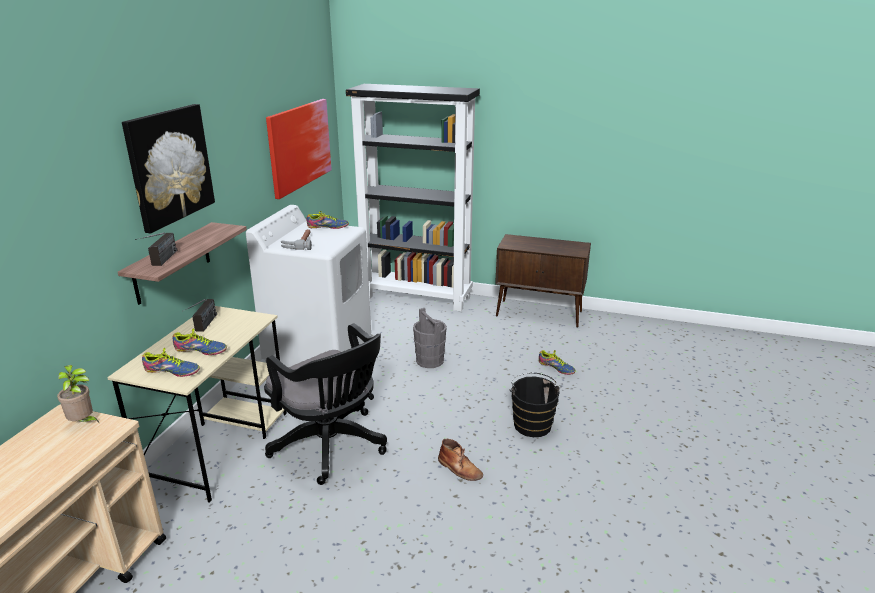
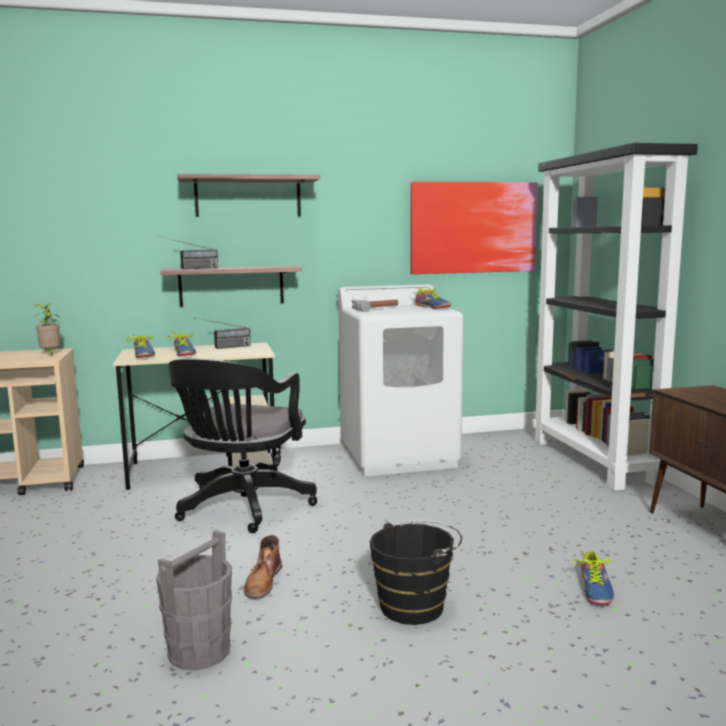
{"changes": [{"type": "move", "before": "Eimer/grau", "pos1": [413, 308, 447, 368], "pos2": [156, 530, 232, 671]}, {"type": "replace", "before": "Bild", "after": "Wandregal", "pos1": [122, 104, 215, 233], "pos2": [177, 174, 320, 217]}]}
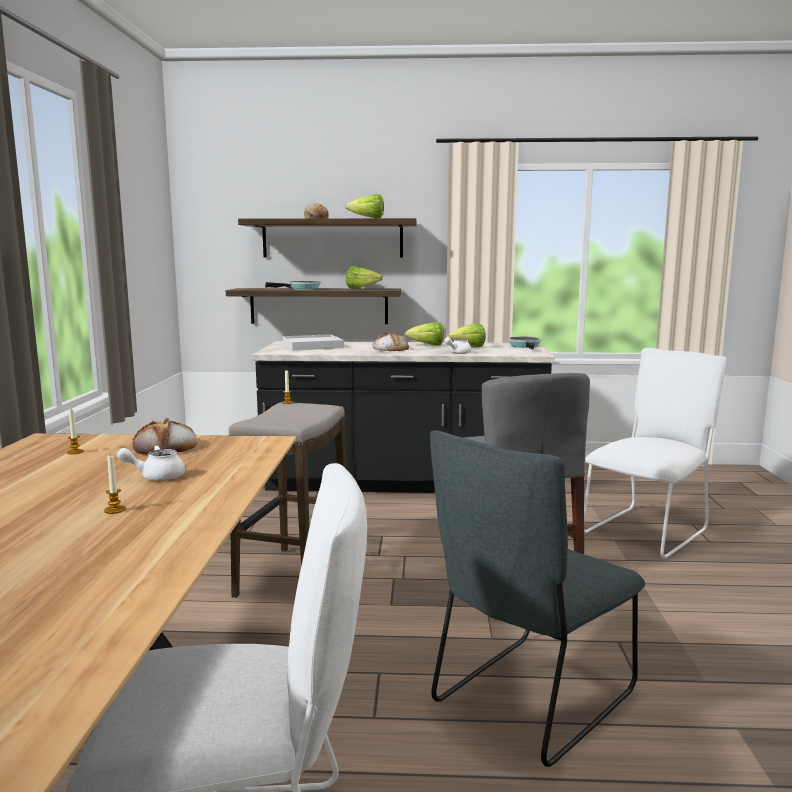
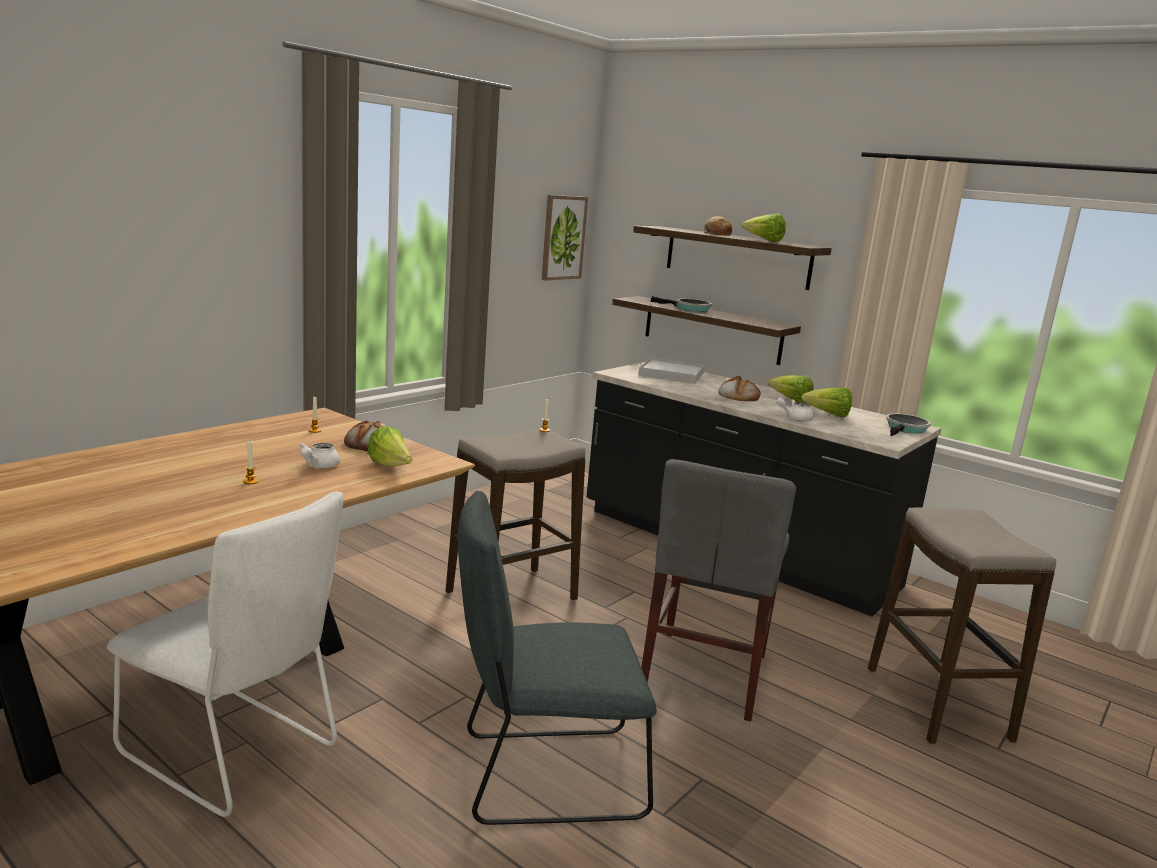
{"changes": [{"type": "rotate", "before": "Teekanne/weiß", "pos1": [117, 445, 185, 480], "pos2": [300, 443, 340, 468], "turn": -90}, {"type": "move", "before": "Salatkopf", "pos1": [346, 266, 383, 289], "pos2": [367, 426, 412, 466]}, {"type": "insert", "after": "Bild", "pos2": [542, 195, 588, 280]}, {"type": "replace", "before": "Stuhl/weiß", "after": "Hocker", "pos1": [584, 348, 726, 559], "pos2": [868, 507, 1056, 744]}]}
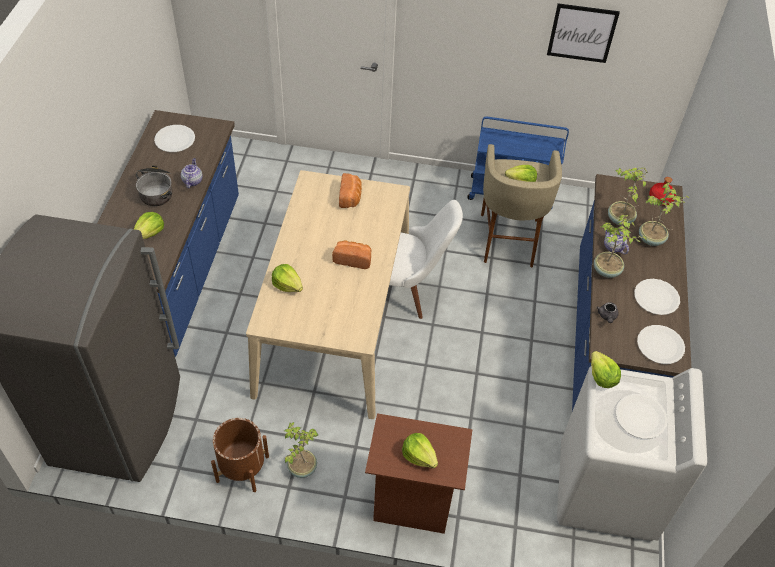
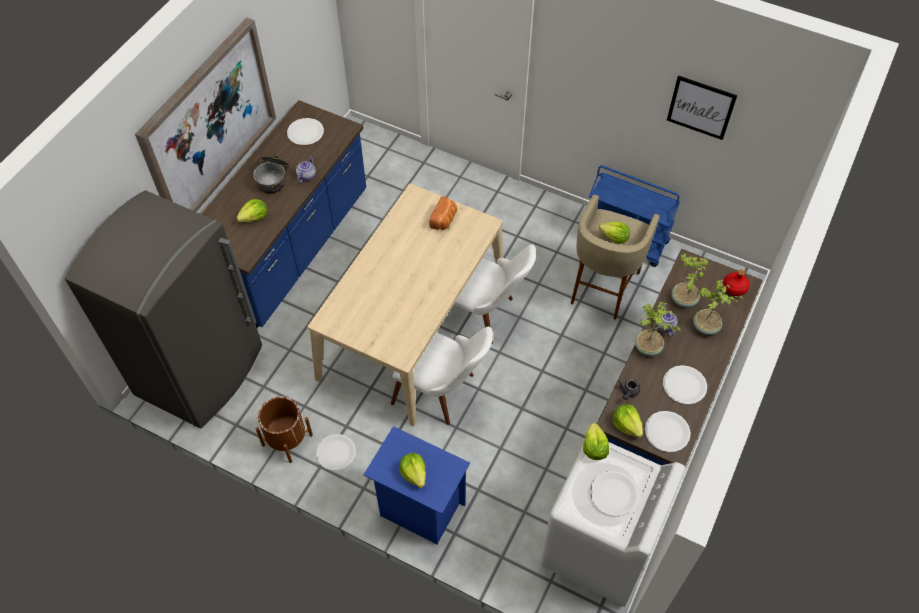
{"changes": [{"type": "insert", "after": "Bild", "pos2": [135, 17, 276, 212]}, {"type": "replace", "before": "Topfpflanze", "after": "Teller/weiß", "pos1": [284, 422, 318, 478], "pos2": [316, 434, 356, 471]}, {"type": "recolor", "before": "Nachttisch/braun", "after": "Nachttisch/blau", "pos1": [365, 413, 473, 534], "pos2": [363, 426, 470, 544]}, {"type": "insert", "after": "Stuhl/weiß", "pos2": [391, 327, 493, 425]}, {"type": "move", "before": "Salatkopf", "pos1": [272, 264, 303, 292], "pos2": [613, 404, 643, 438]}, {"type": "delete", "before": "Brot", "pos1": [332, 240, 371, 269]}]}
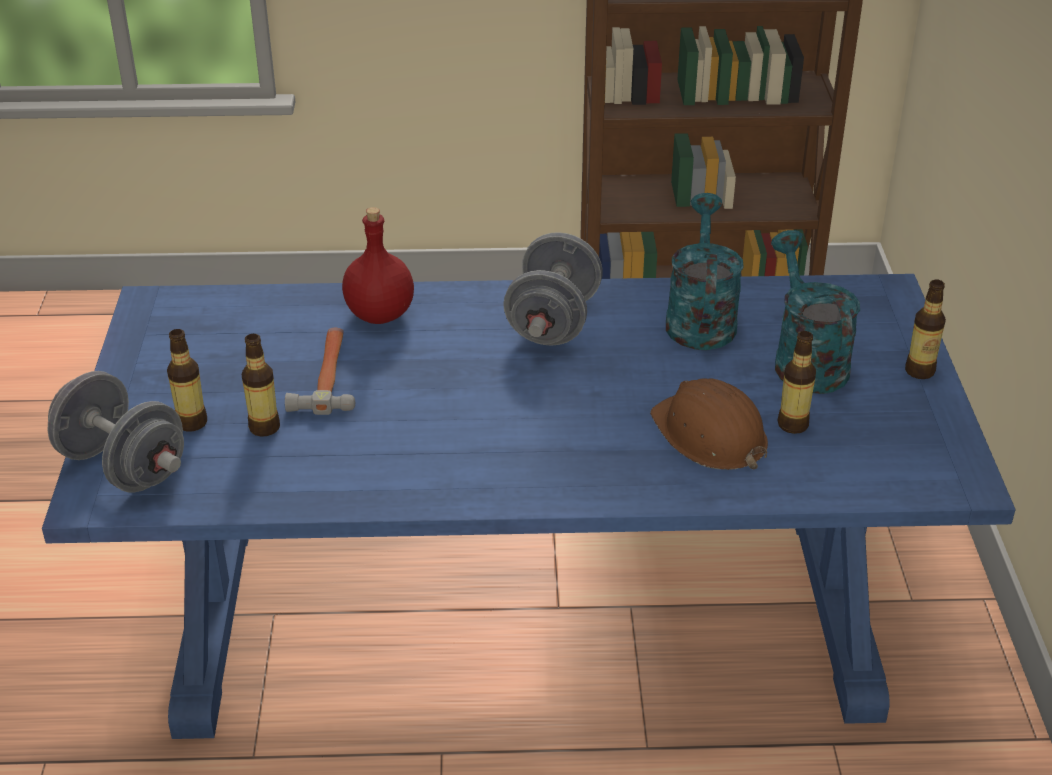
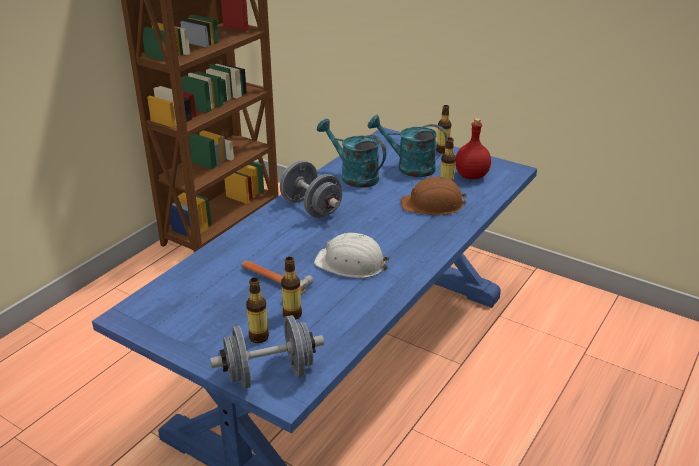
{"changes": [{"type": "insert", "after": "Schutzhelm/weiß", "pos2": [314, 233, 390, 278]}, {"type": "move", "before": "Flasche/rot", "pos1": [342, 207, 414, 324], "pos2": [455, 118, 491, 179]}]}
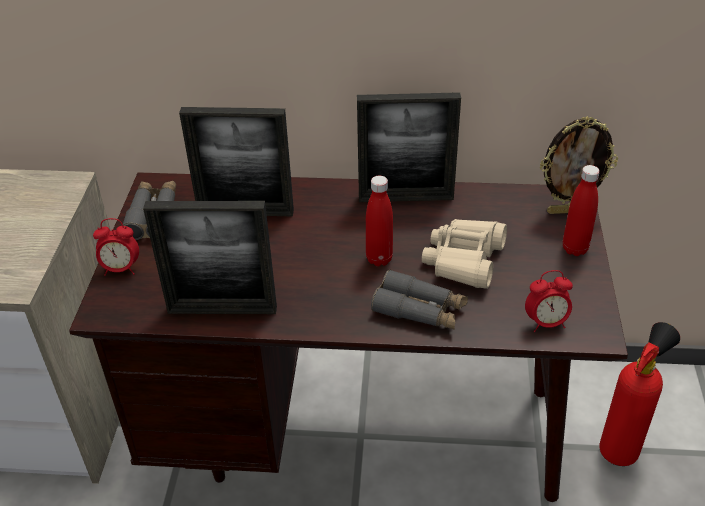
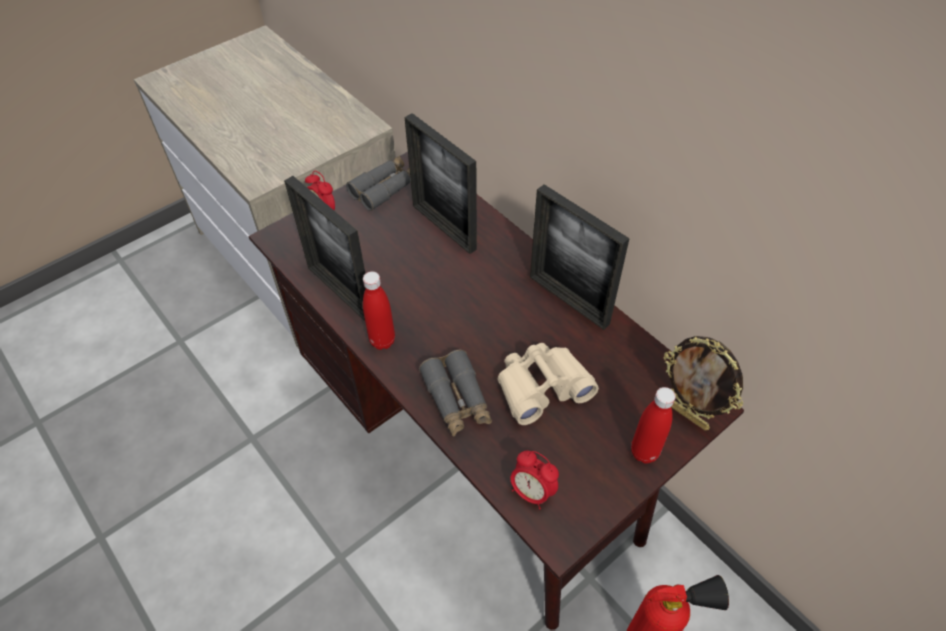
{"changes": [{"type": "move", "before": "Flasche/rot", "pos1": [366, 176, 393, 266], "pos2": [363, 271, 395, 350]}]}
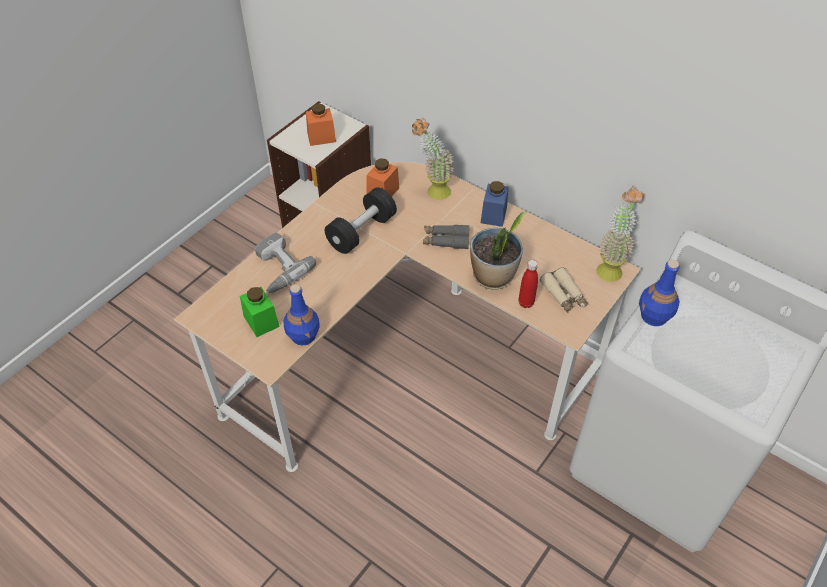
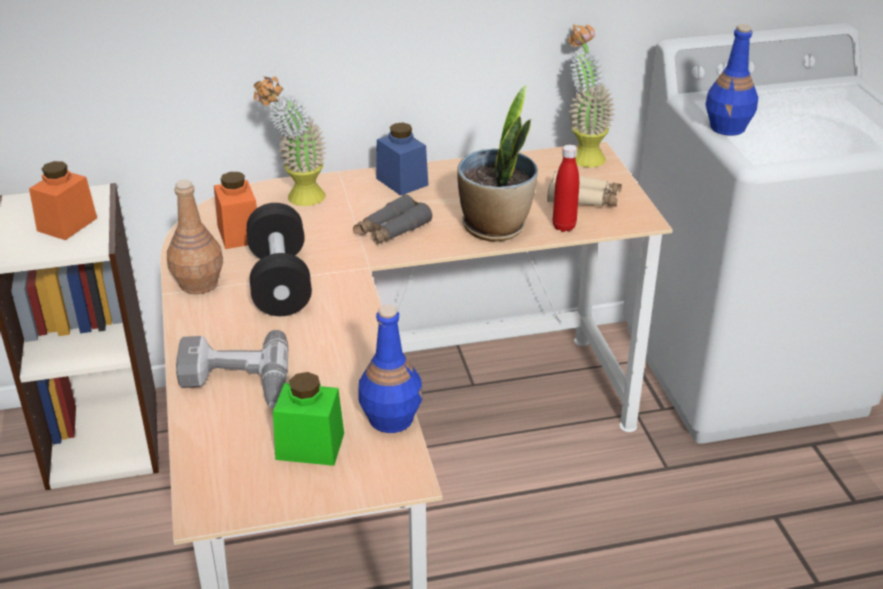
{"changes": [{"type": "insert", "after": "Flasche/braun", "pos2": [167, 179, 223, 294]}]}
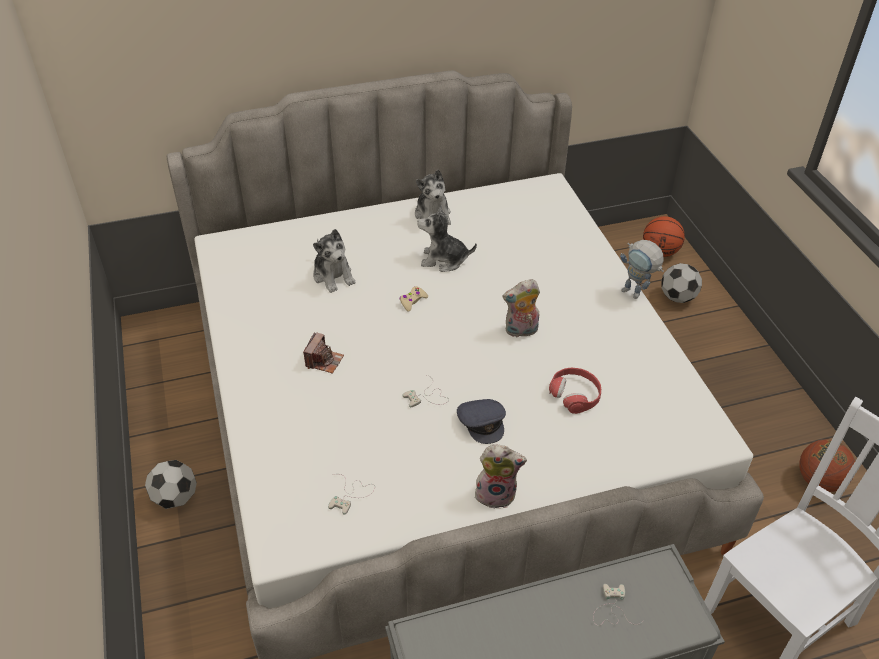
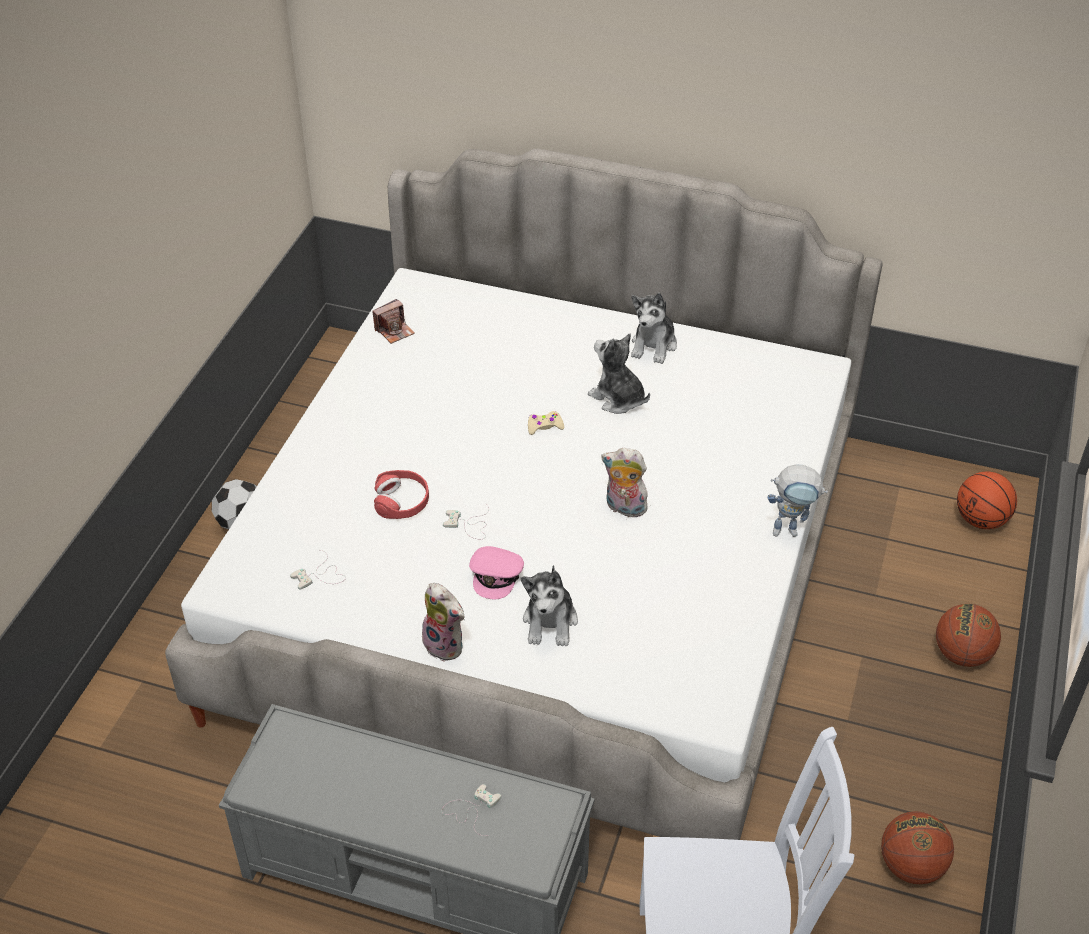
{"changes": [{"type": "move", "before": "Kamera", "pos1": [303, 332, 344, 374], "pos2": [372, 299, 415, 344]}, {"type": "move", "before": "Kopfhörer/rot", "pos1": [549, 368, 601, 414], "pos2": [374, 470, 429, 519]}, {"type": "recolor", "before": "Kappe/grau", "after": "Kappe/rosa", "pos1": [457, 399, 506, 444], "pos2": [469, 546, 524, 600]}, {"type": "move", "before": "Plüschtier", "pos1": [313, 229, 356, 293], "pos2": [521, 565, 578, 646]}, {"type": "rotate", "before": "Spielzeugroboter", "pos1": [620, 240, 664, 299], "pos2": [768, 464, 828, 537], "turn": -75}, {"type": "insert", "after": "Basketball", "pos2": [936, 604, 1001, 667]}, {"type": "delete", "before": "Fußball", "pos1": [661, 263, 702, 303]}]}
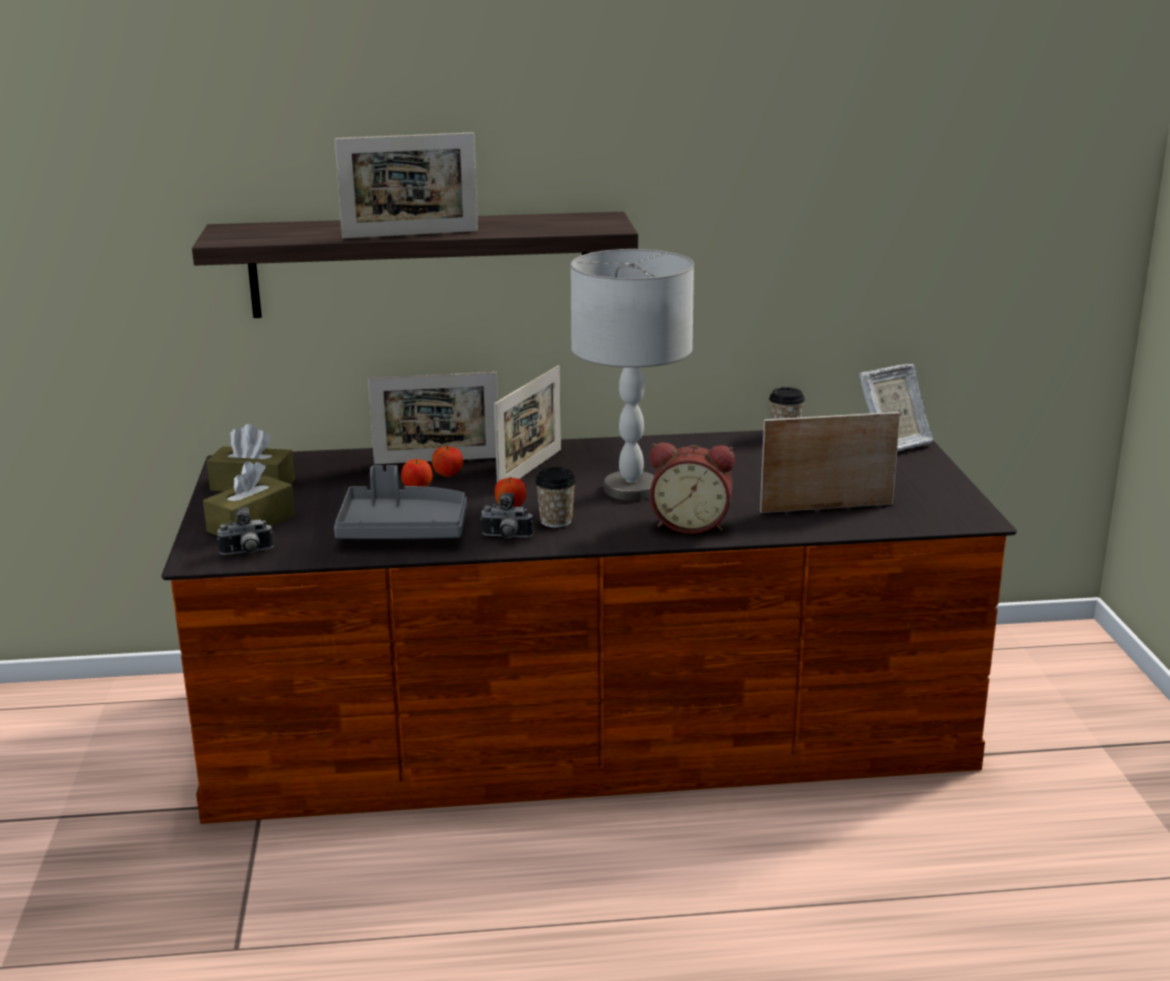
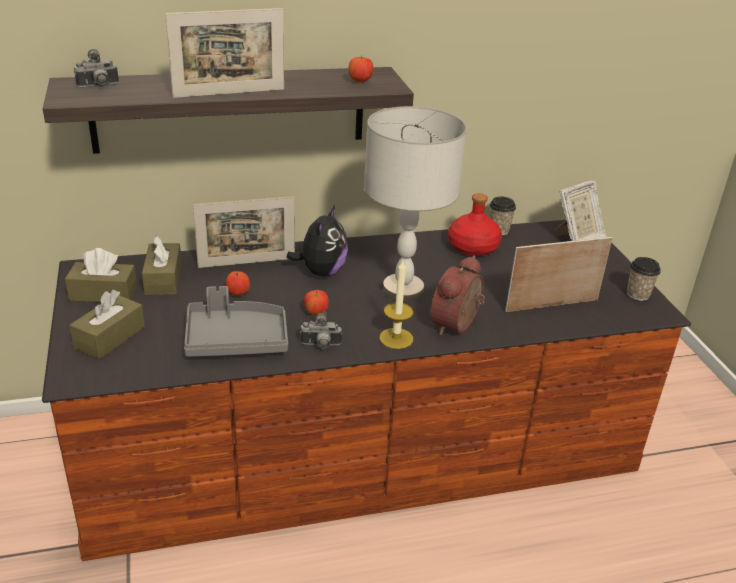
{"changes": [{"type": "move", "before": "Kamera", "pos1": [217, 507, 274, 555], "pos2": [74, 49, 119, 88]}, {"type": "insert", "after": "Taschentuchbox/braun", "pos2": [142, 235, 182, 295]}, {"type": "replace", "before": "Bilderrahmen", "after": "Plüschtier", "pos1": [494, 365, 561, 482], "pos2": [287, 206, 348, 277]}, {"type": "move", "before": "Apfel", "pos1": [432, 445, 463, 477], "pos2": [348, 55, 373, 83]}, {"type": "insert", "after": "Kerze", "pos2": [379, 260, 413, 349]}, {"type": "rotate", "before": "Wecker", "pos1": [650, 443, 735, 534], "pos2": [431, 256, 485, 335], "turn": 120}, {"type": "insert", "after": "Flasche/rot", "pos2": [448, 193, 502, 256]}, {"type": "move", "before": "Tasse", "pos1": [535, 467, 576, 528], "pos2": [627, 257, 661, 301]}]}
